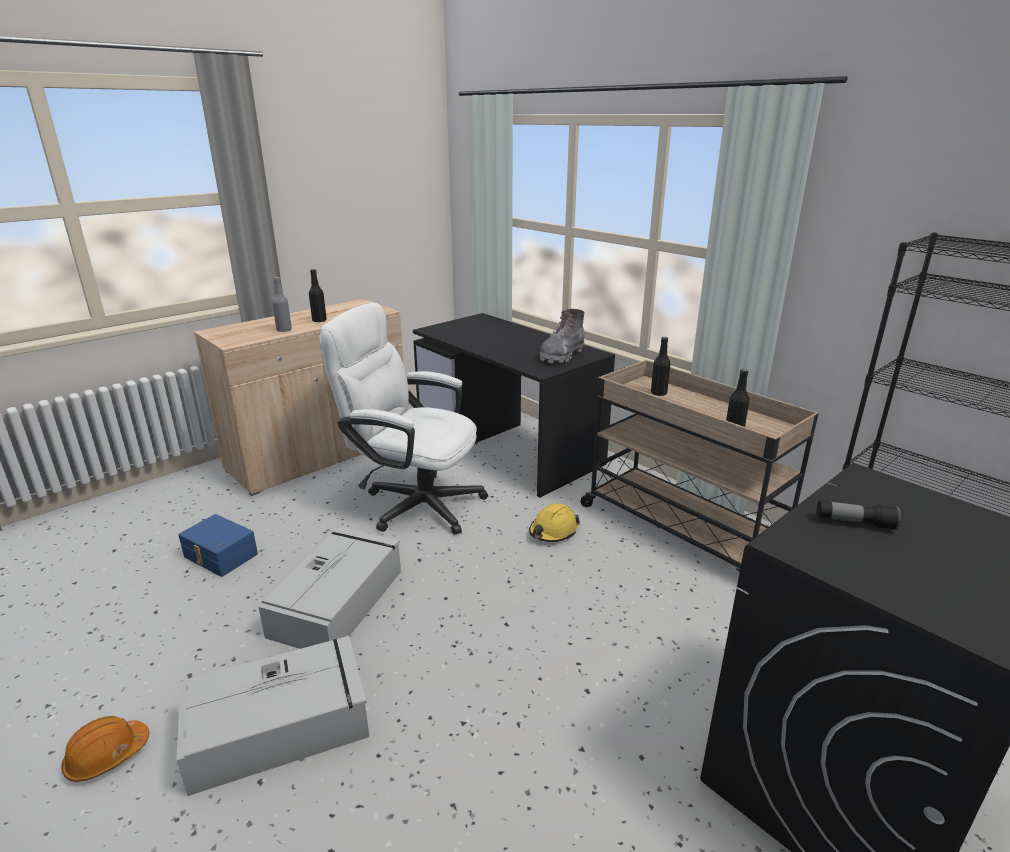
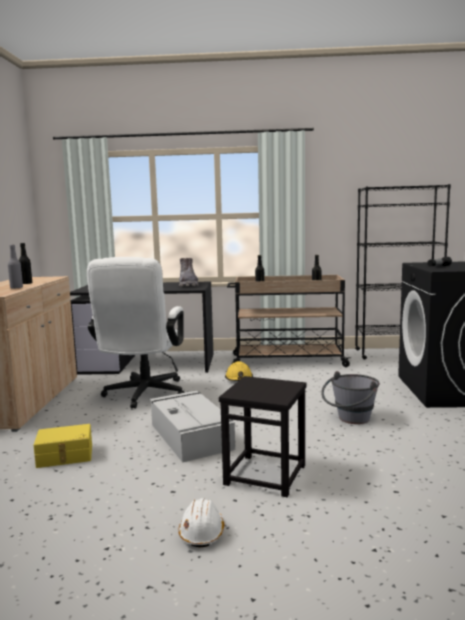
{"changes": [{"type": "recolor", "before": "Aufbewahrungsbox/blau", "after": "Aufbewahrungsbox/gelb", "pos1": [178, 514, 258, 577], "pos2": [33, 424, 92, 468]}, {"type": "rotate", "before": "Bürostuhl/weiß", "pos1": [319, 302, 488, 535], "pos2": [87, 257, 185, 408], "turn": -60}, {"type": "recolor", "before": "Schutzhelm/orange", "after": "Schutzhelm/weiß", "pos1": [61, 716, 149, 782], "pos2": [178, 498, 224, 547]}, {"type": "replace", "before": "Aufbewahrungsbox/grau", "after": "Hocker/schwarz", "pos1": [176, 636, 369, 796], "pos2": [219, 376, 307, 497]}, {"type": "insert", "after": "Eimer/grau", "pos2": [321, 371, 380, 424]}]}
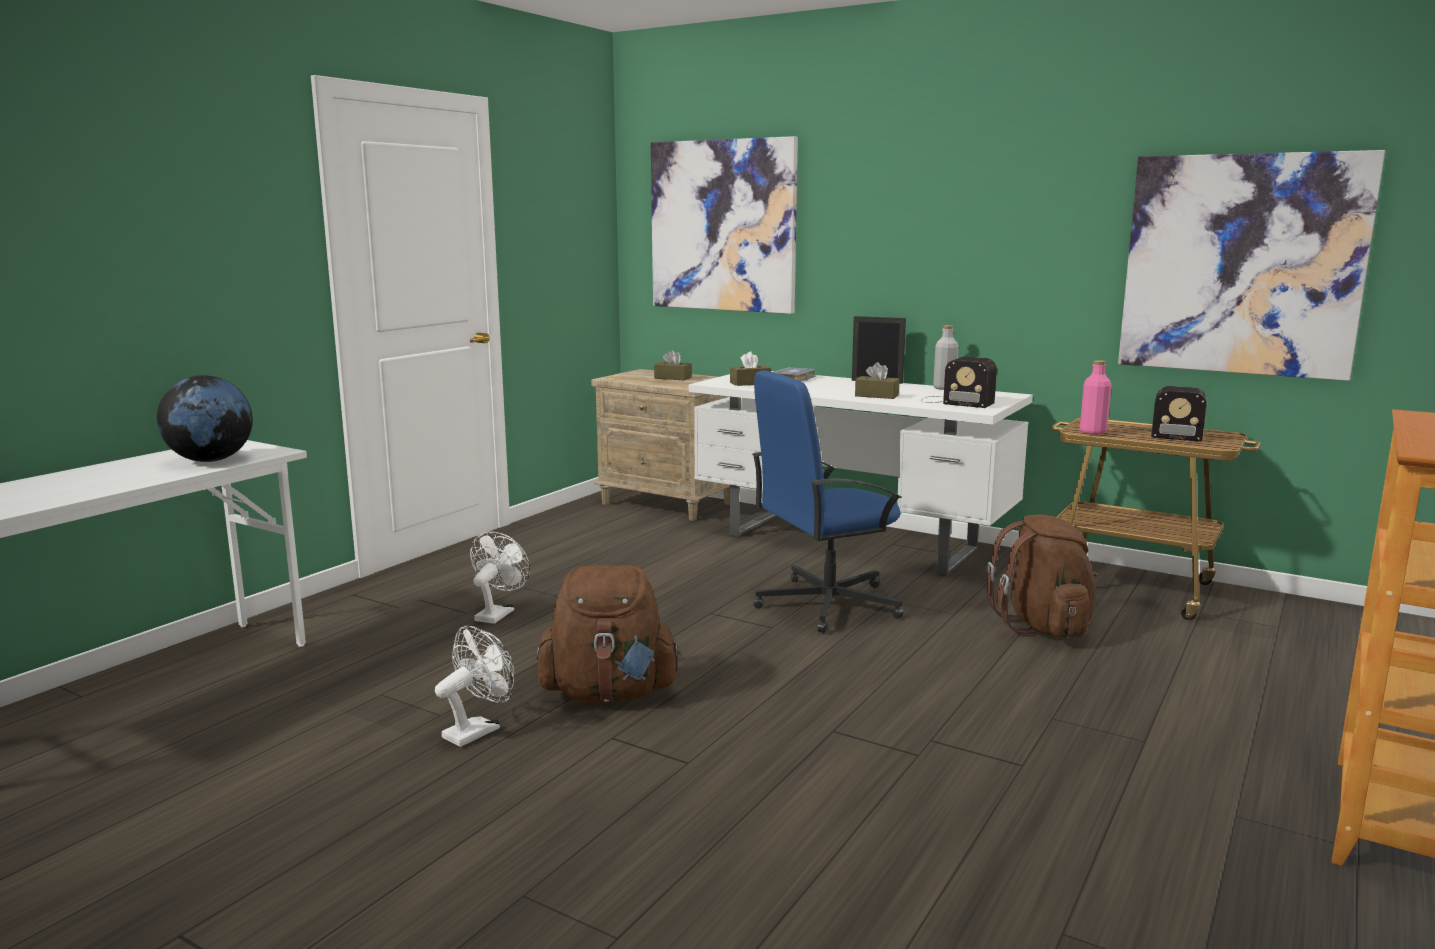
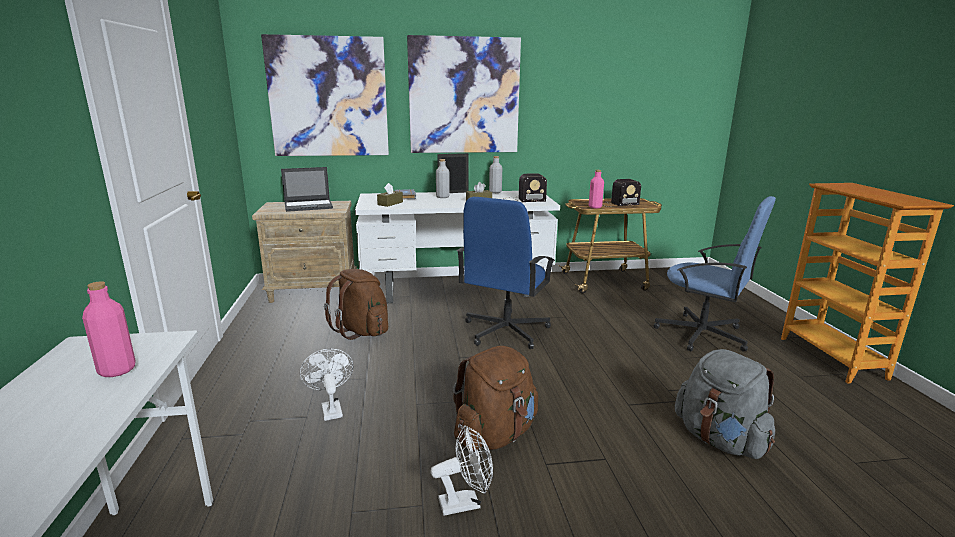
{"changes": [{"type": "replace", "before": "Globus", "after": "Flasche/rosa", "pos1": [157, 375, 253, 462], "pos2": [82, 281, 136, 377]}, {"type": "replace", "before": "Taschentuchbox/braun", "after": "Laptop", "pos1": [654, 350, 692, 380], "pos2": [281, 167, 333, 212]}, {"type": "move", "before": "Rucksack/braun", "pos1": [986, 514, 1098, 638], "pos2": [324, 269, 388, 340]}, {"type": "move", "before": "Bild", "pos1": [1118, 150, 1385, 381], "pos2": [407, 35, 521, 153]}, {"type": "rotate", "before": "Ventilator/weiß", "pos1": [435, 626, 514, 747], "pos2": [430, 425, 493, 516], "turn": 75}, {"type": "insert", "after": "Flasche/grau", "pos2": [436, 159, 450, 198]}, {"type": "insert", "after": "Bürostuhl/blau", "pos2": [653, 196, 776, 352]}, {"type": "insert", "after": "Rucksack/grau", "pos2": [675, 349, 775, 459]}]}
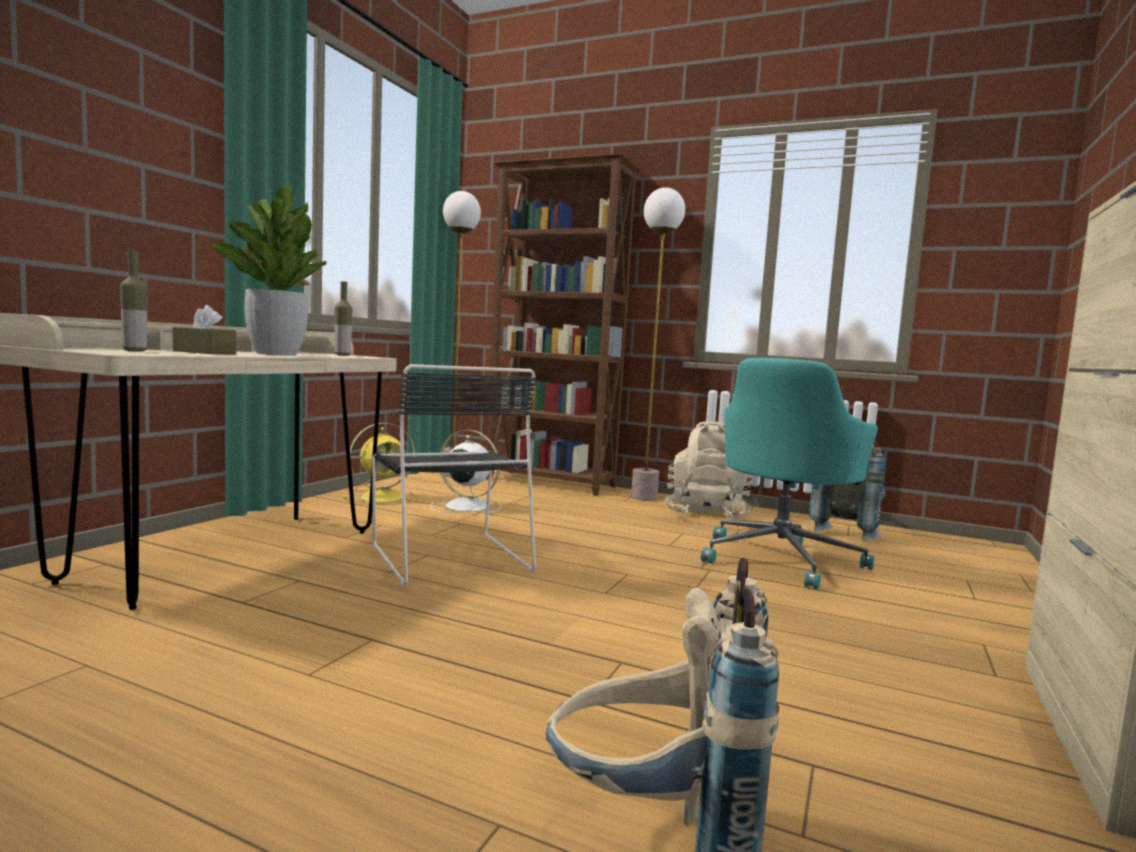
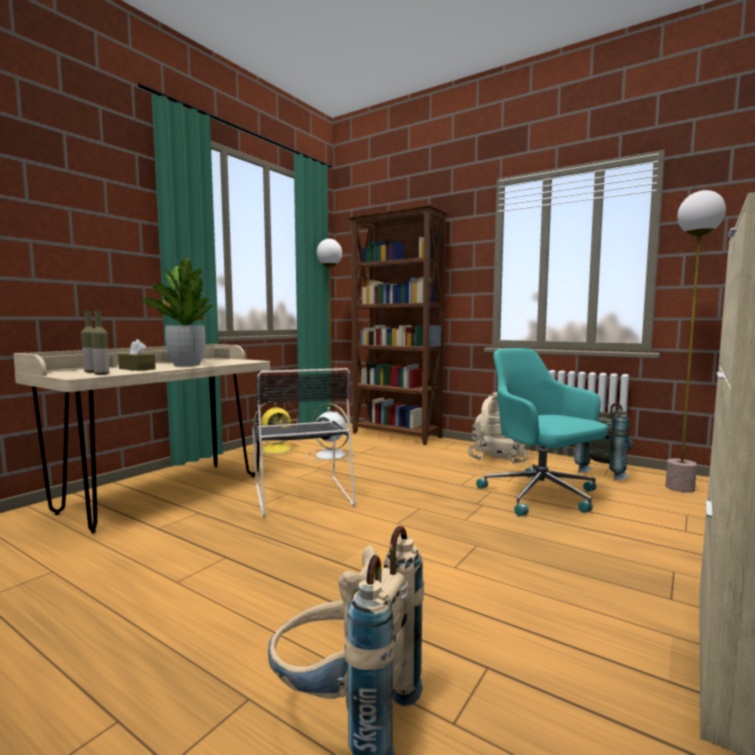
{"changes": [{"type": "move", "before": "Flasche", "pos1": [335, 281, 352, 356], "pos2": [90, 311, 109, 375]}, {"type": "rotate", "before": "Bürostuhl/türkis", "pos1": [701, 358, 878, 589], "pos2": [476, 348, 608, 517], "turn": 105}, {"type": "move", "before": "Stehlampe", "pos1": [631, 187, 685, 501], "pos2": [665, 190, 726, 493]}]}
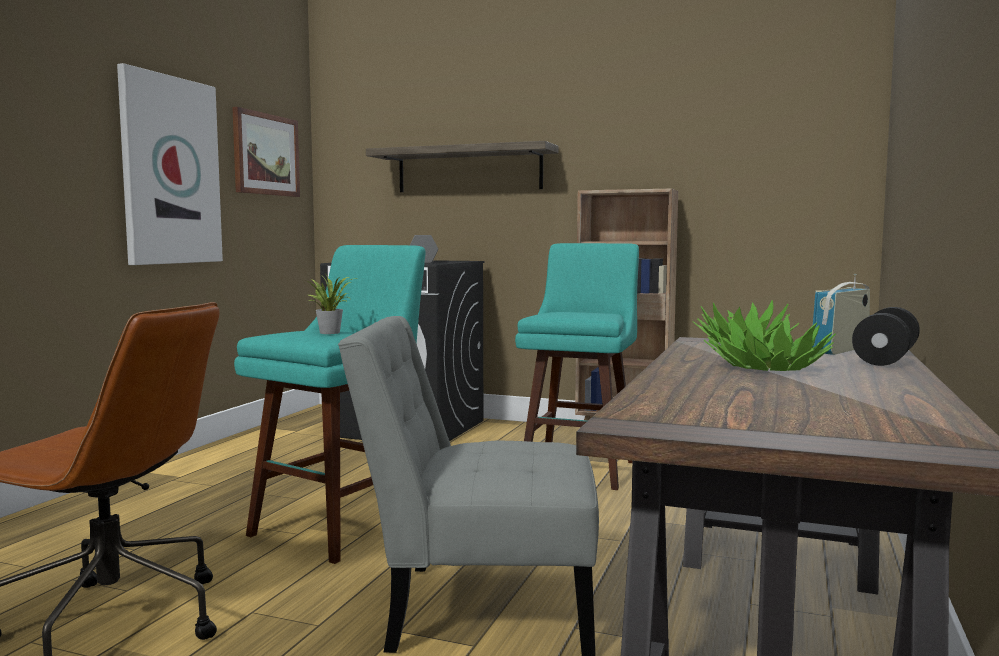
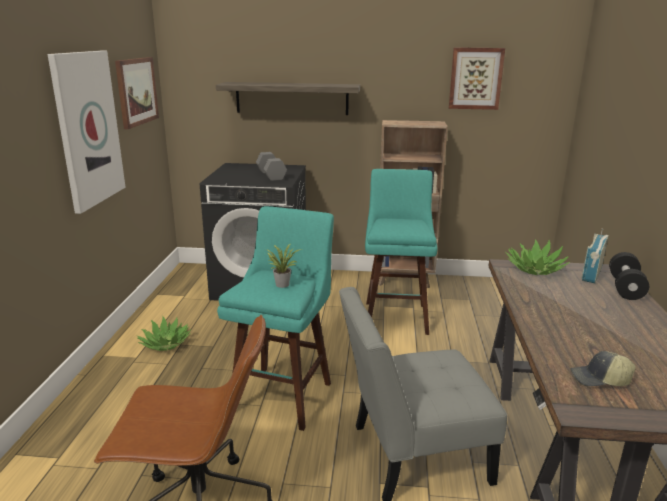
{"changes": [{"type": "move", "before": "Topfpflanze", "pos1": [703, 312, 836, 371], "pos2": [137, 316, 192, 351]}, {"type": "insert", "after": "Bild", "pos2": [449, 47, 505, 110]}, {"type": "insert", "after": "Kappe", "pos2": [570, 351, 636, 386]}]}
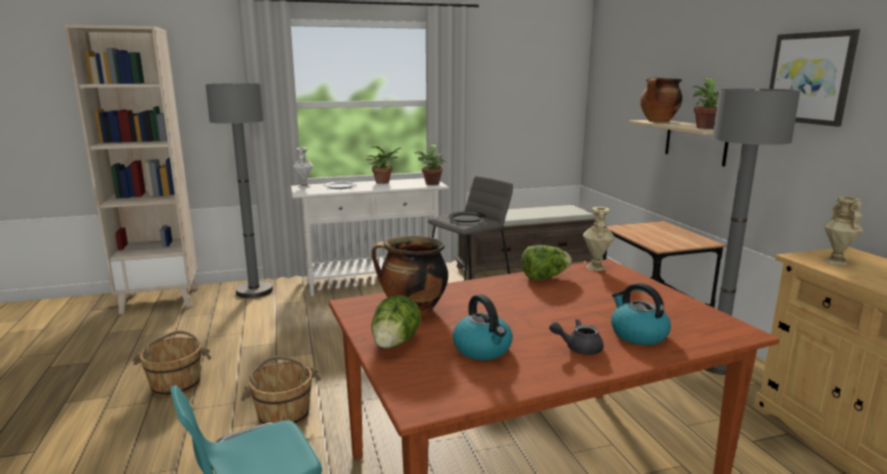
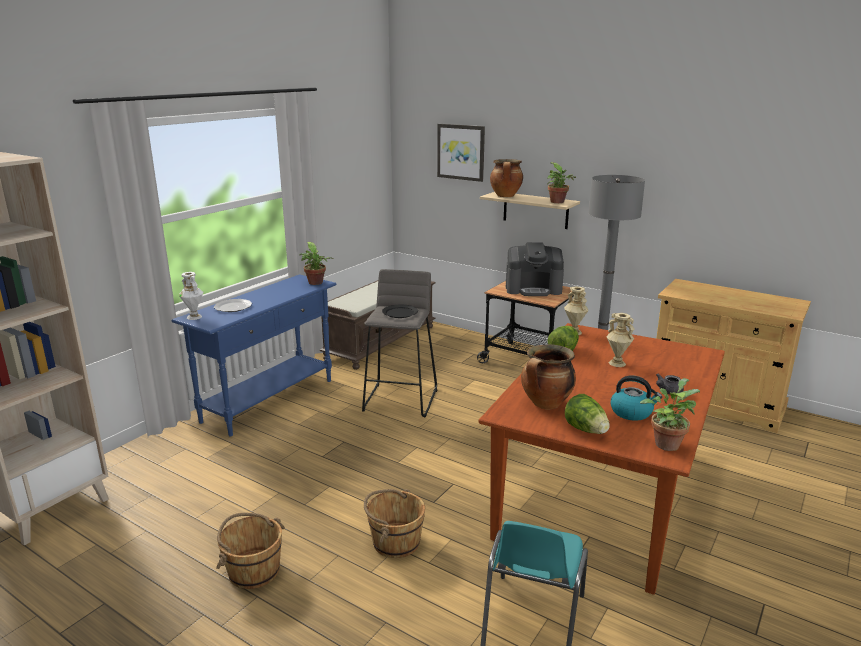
{"changes": [{"type": "recolor", "before": "Konsolentisch/weiß", "after": "Konsolentisch/blau", "pos1": [291, 179, 449, 296], "pos2": [172, 274, 336, 437]}, {"type": "move", "before": "Bild", "pos1": [769, 29, 860, 127], "pos2": [437, 124, 485, 182]}, {"type": "insert", "after": "Kaffeemaschine", "pos2": [506, 242, 564, 296]}, {"type": "move", "before": "Vase/beige", "pos1": [824, 196, 863, 265], "pos2": [606, 313, 635, 367]}, {"type": "move", "before": "Topfpflanze", "pos1": [366, 146, 403, 184], "pos2": [640, 378, 700, 451]}, {"type": "delete", "before": "Stehlampe/grau", "pos1": [205, 83, 273, 298]}, {"type": "delete", "before": "Wasserkessel", "pos1": [611, 283, 671, 345]}]}
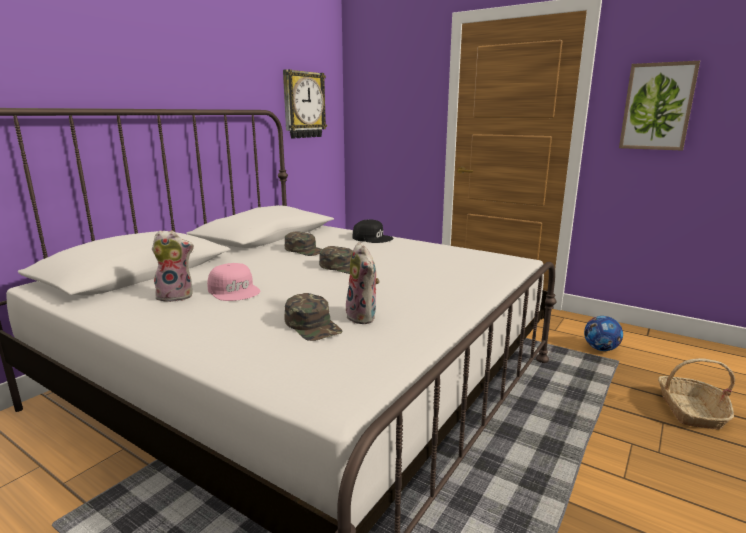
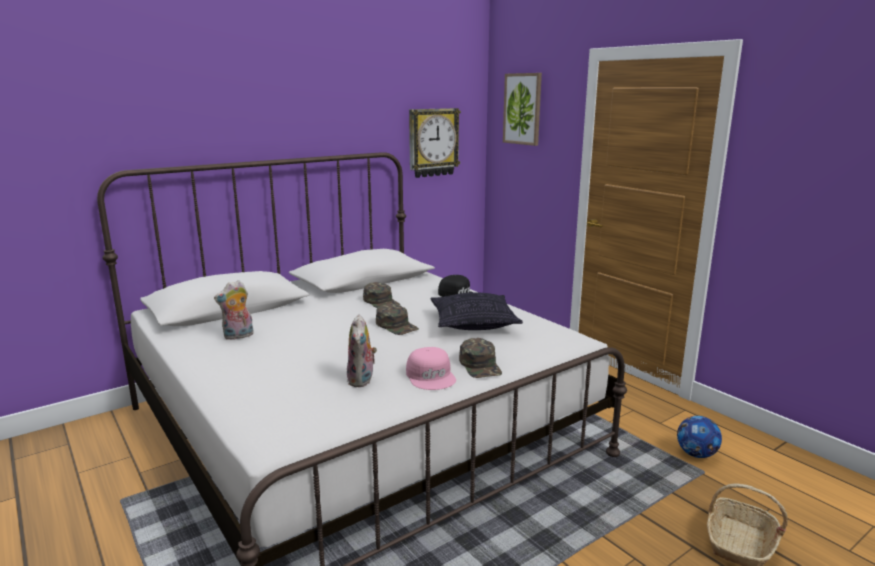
{"changes": [{"type": "rotate", "before": "Plüschtier", "pos1": [152, 230, 194, 302], "pos2": [214, 280, 254, 340], "turn": 135}, {"type": "move", "before": "Kappe/rosa", "pos1": [207, 263, 260, 301], "pos2": [406, 347, 456, 390]}, {"type": "insert", "after": "Kissen", "pos2": [430, 292, 523, 330]}, {"type": "move", "before": "Kappe/grün", "pos1": [284, 293, 343, 341], "pos2": [459, 338, 502, 378]}, {"type": "move", "before": "Bild", "pos1": [619, 61, 700, 151], "pos2": [503, 73, 542, 146]}]}
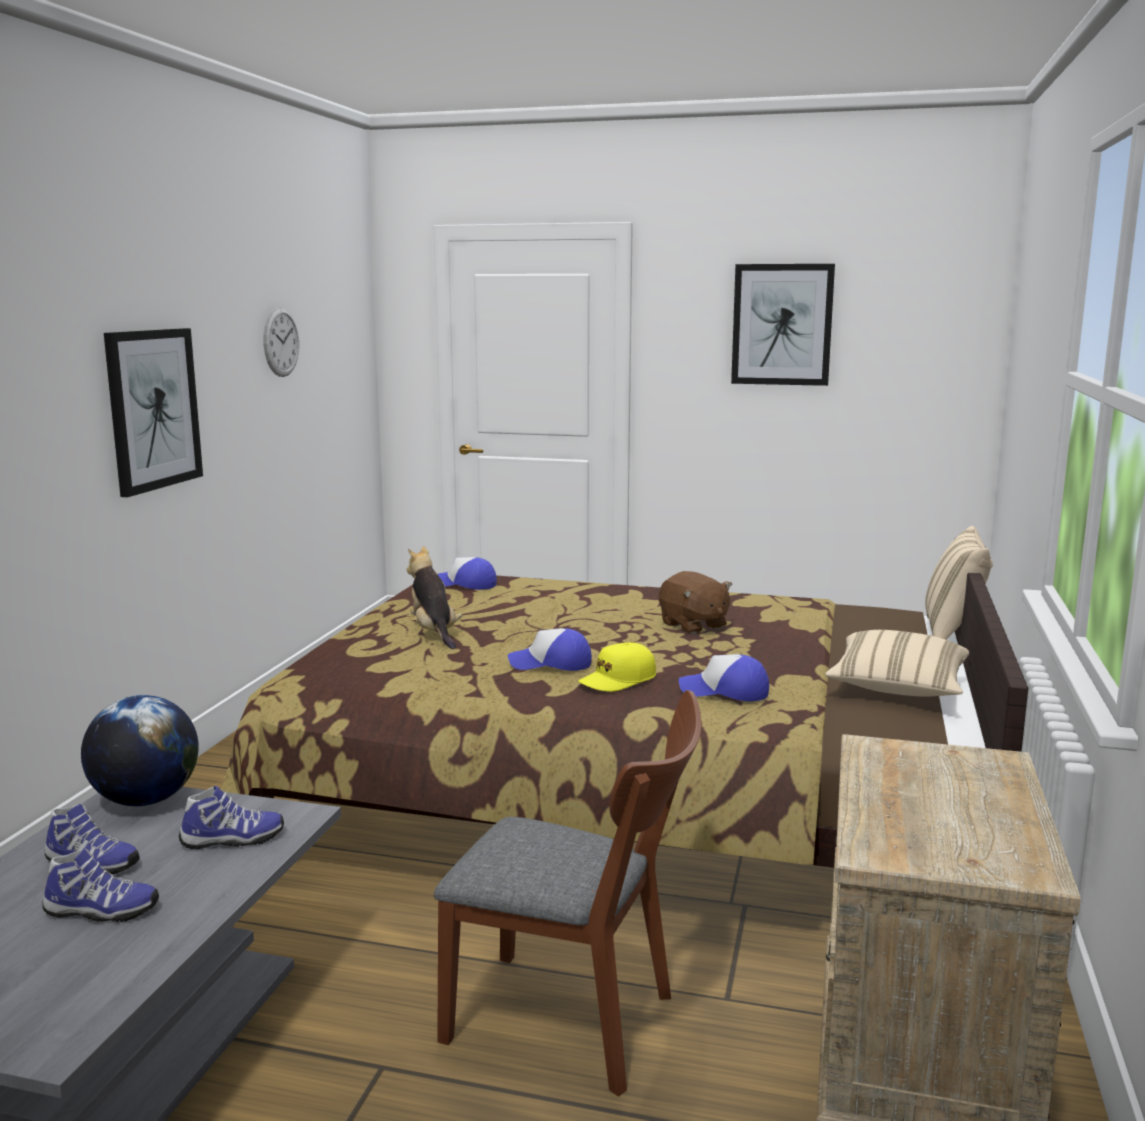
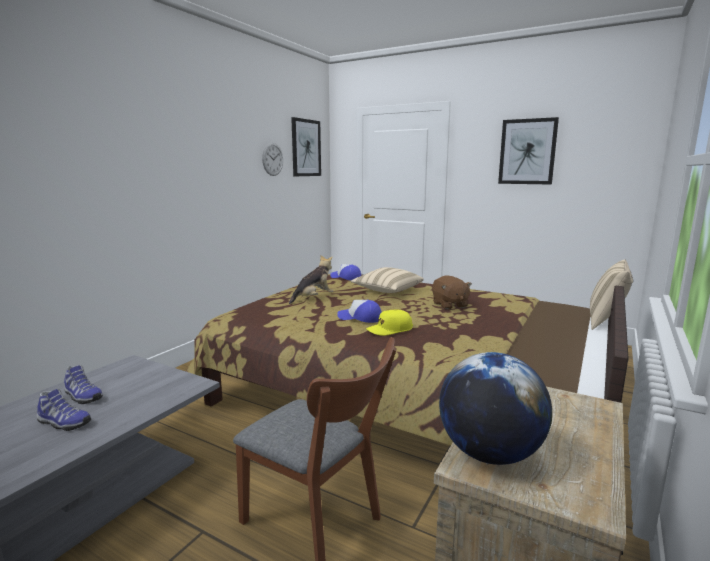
{"changes": [{"type": "rotate", "before": "Plüschtier", "pos1": [407, 546, 462, 649], "pos2": [289, 255, 333, 304], "turn": 60}, {"type": "move", "before": "Bild", "pos1": [104, 328, 203, 497], "pos2": [291, 117, 321, 176]}, {"type": "move", "before": "Kissen/beige", "pos1": [825, 630, 969, 697], "pos2": [351, 267, 424, 293]}, {"type": "move", "before": "Globus", "pos1": [81, 695, 199, 806], "pos2": [439, 352, 552, 465]}, {"type": "delete", "before": "Schuh", "pos1": [179, 786, 284, 849]}, {"type": "delete", "before": "Kappe", "pos1": [679, 654, 769, 701]}]}
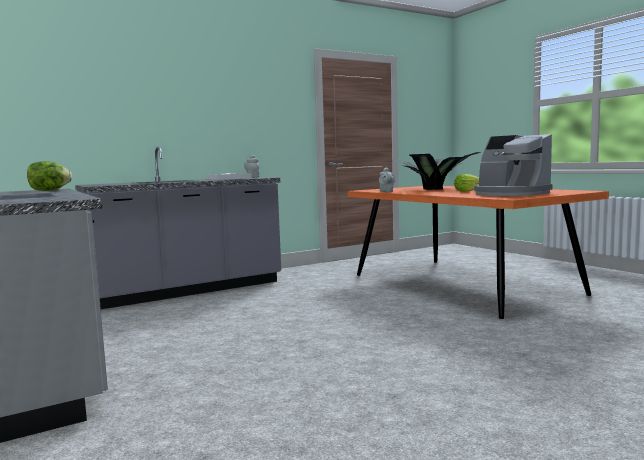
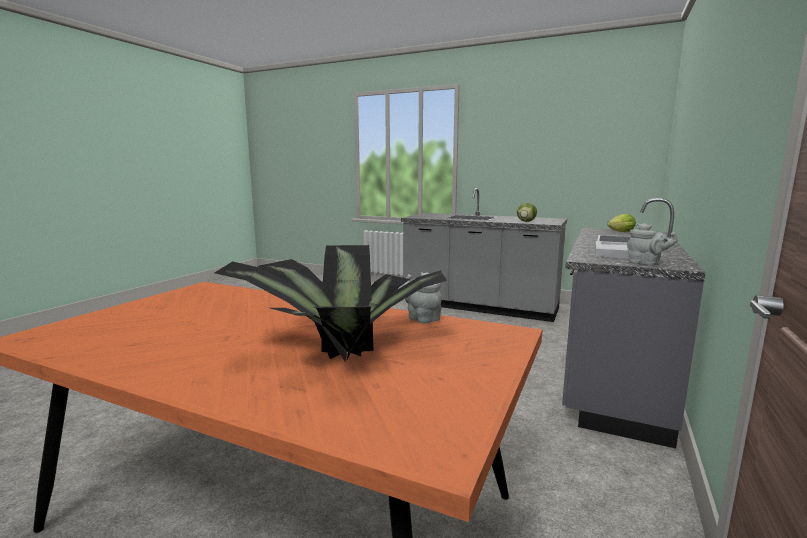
{"changes": [{"type": "move", "before": "Salatkopf", "pos1": [454, 174, 479, 192], "pos2": [607, 214, 636, 232]}, {"type": "delete", "before": "Kaffeemaschine", "pos1": [474, 134, 553, 196]}]}
